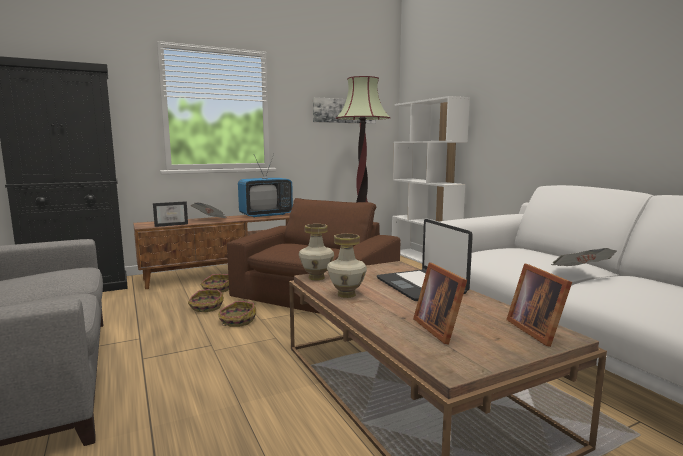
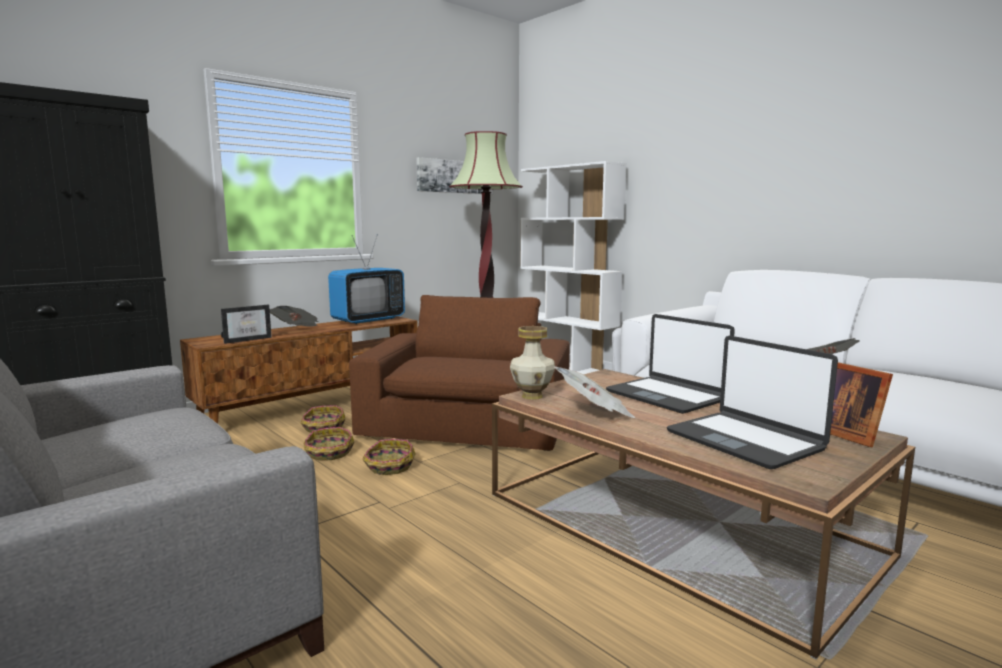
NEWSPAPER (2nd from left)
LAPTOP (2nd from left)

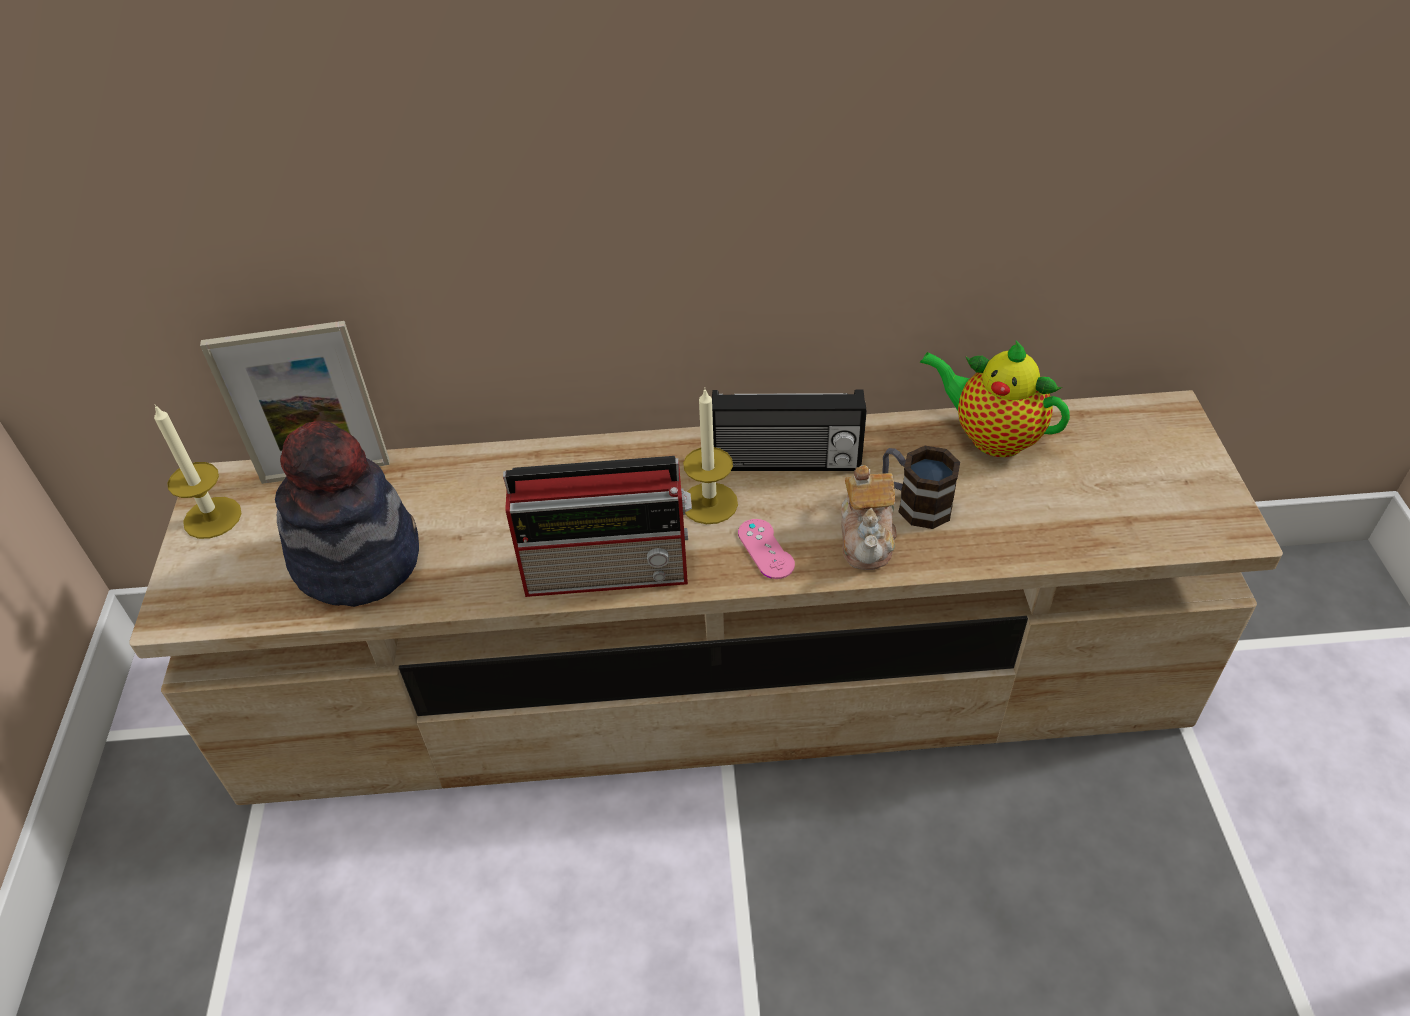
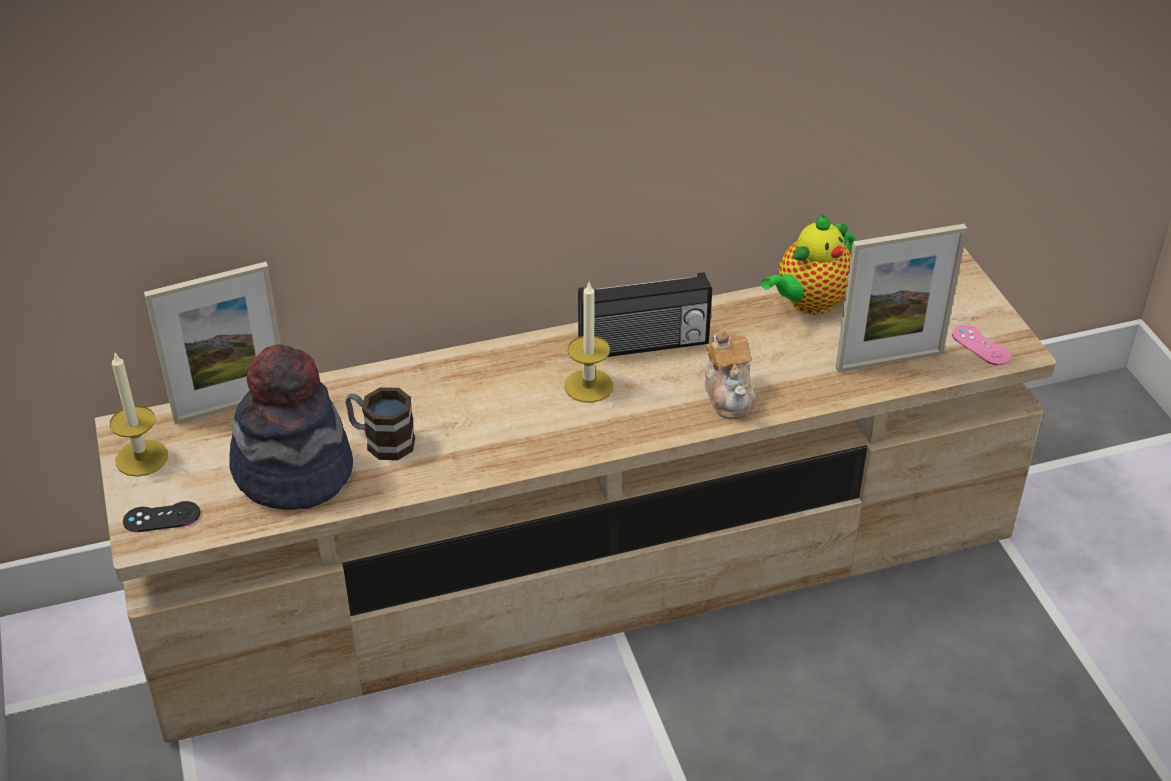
TEAPOT (2nd from left)
MUG
RADIO (1st from left in the first image)
PINK GAME CONTROLLER
PICTURE FRAME (2nd from left)
BLACK GAME CONTROLLER

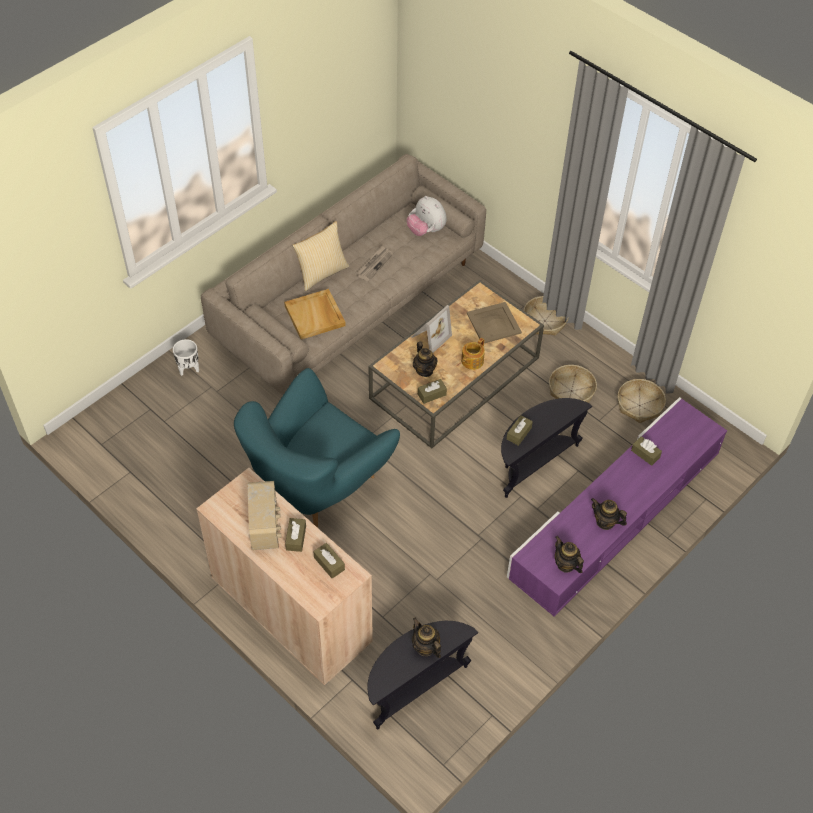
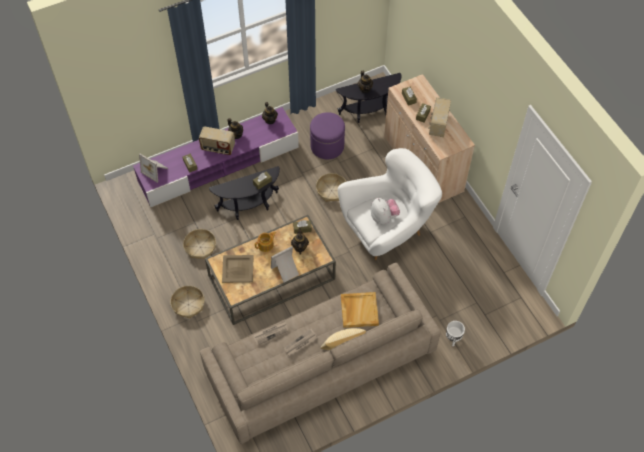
PLUSH TOY
WHITE ARMCHAIR
BASKET (3rd from left)
PURPLE OTTOMAN
RADIO (1st from left)
PICTURE FRAME (1st from left)
NEWSPAPER (1st from left)

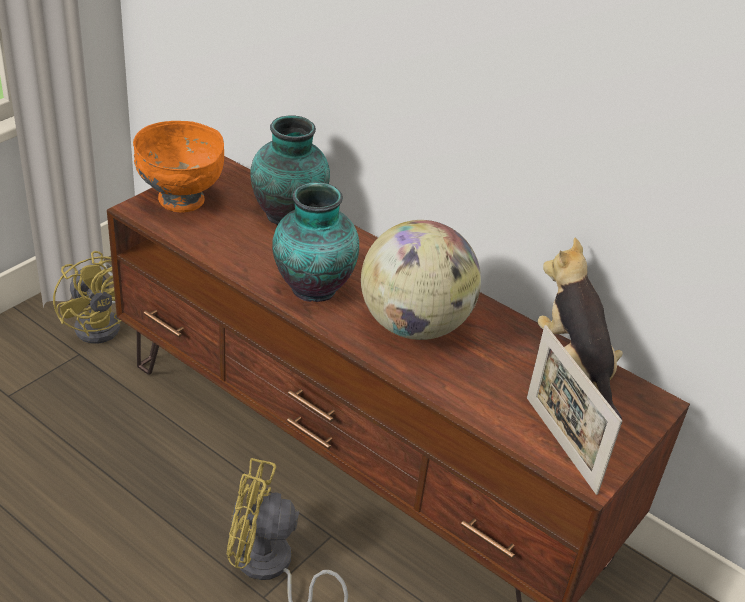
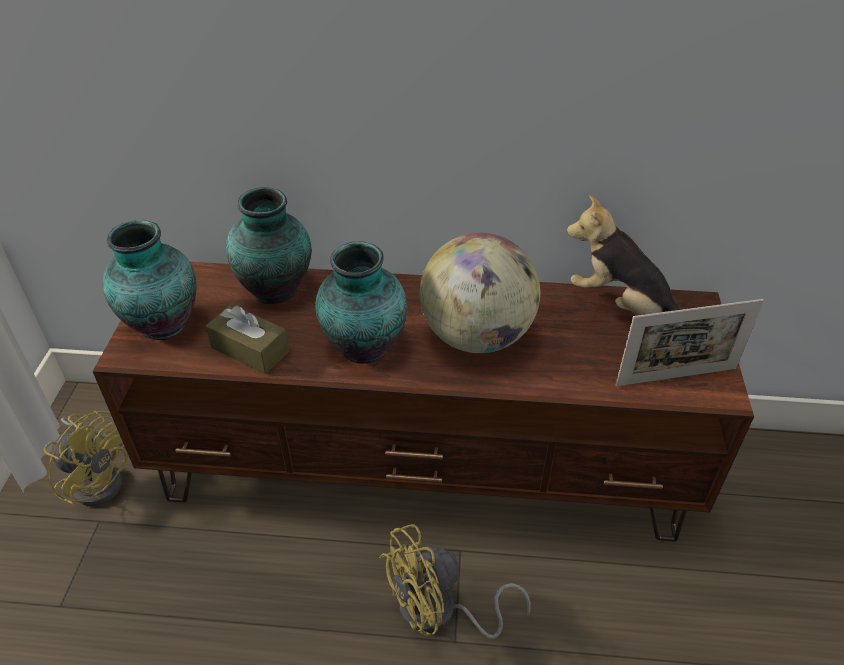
VASE (1st from left)
PICTURE FRAME
BROWN TISSUE BOX

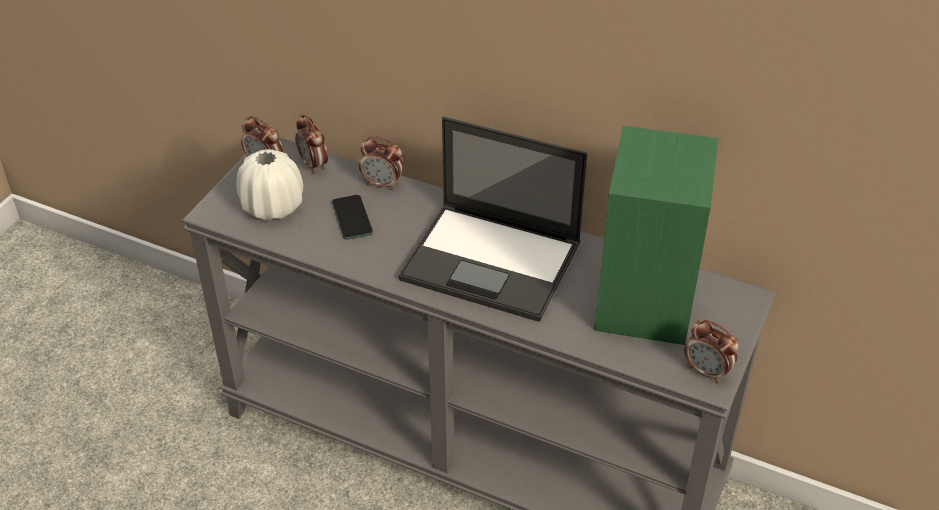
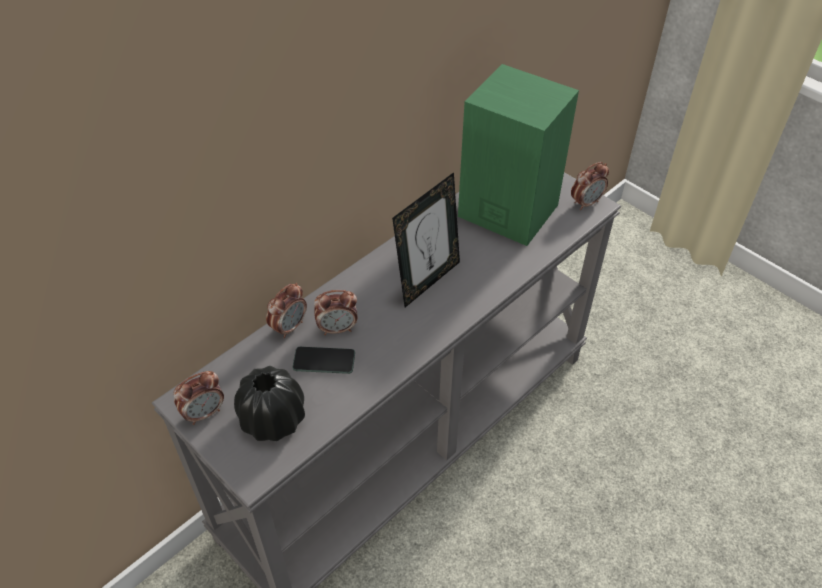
ALARM CLOCK (3rd from left)
PICTURE FRAME
BLACK VASE

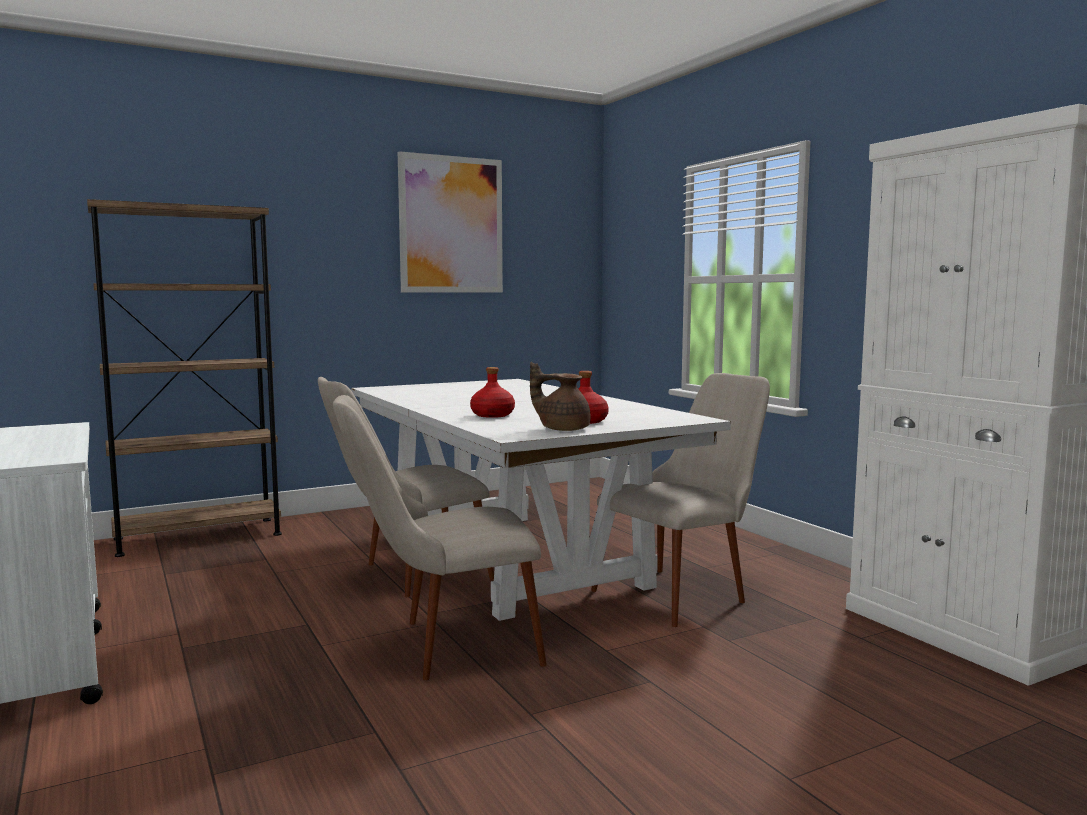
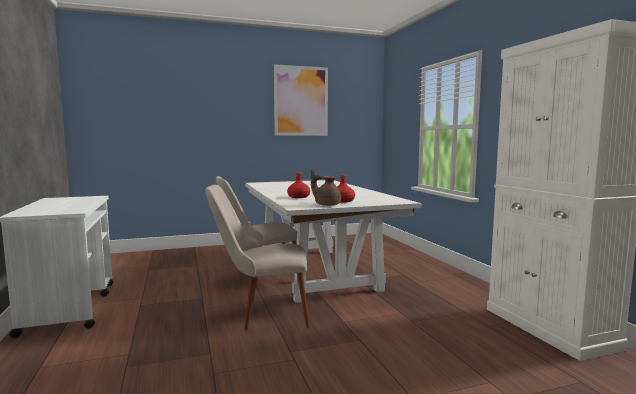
BROWN BOOKCASE
BEIGE CHAIR (3rd from left in the first image)

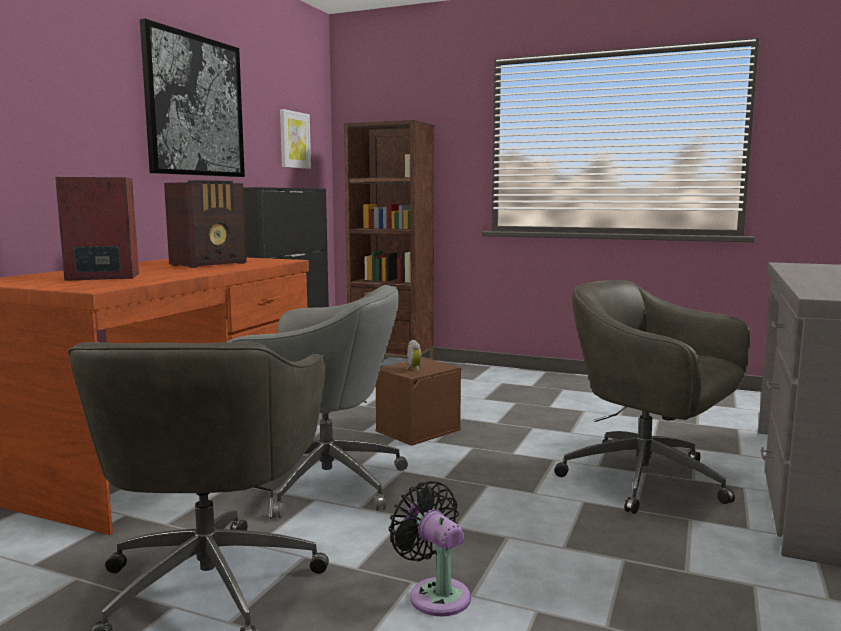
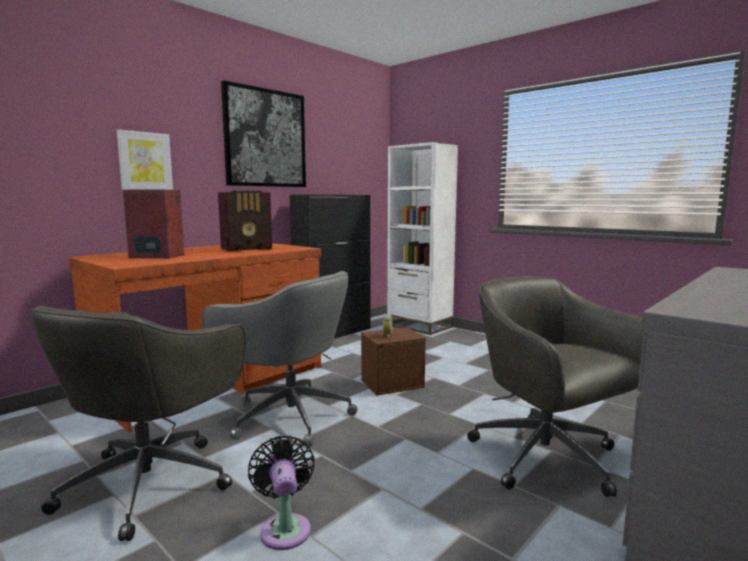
PICTURE (1st from left)
WHITE BOOKCASE

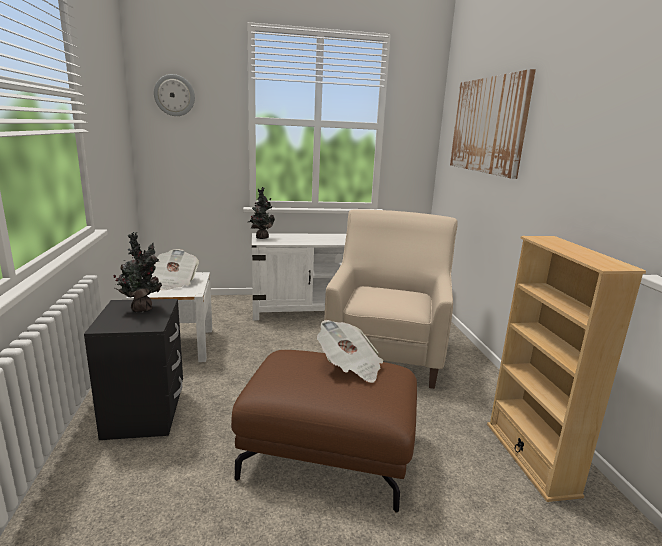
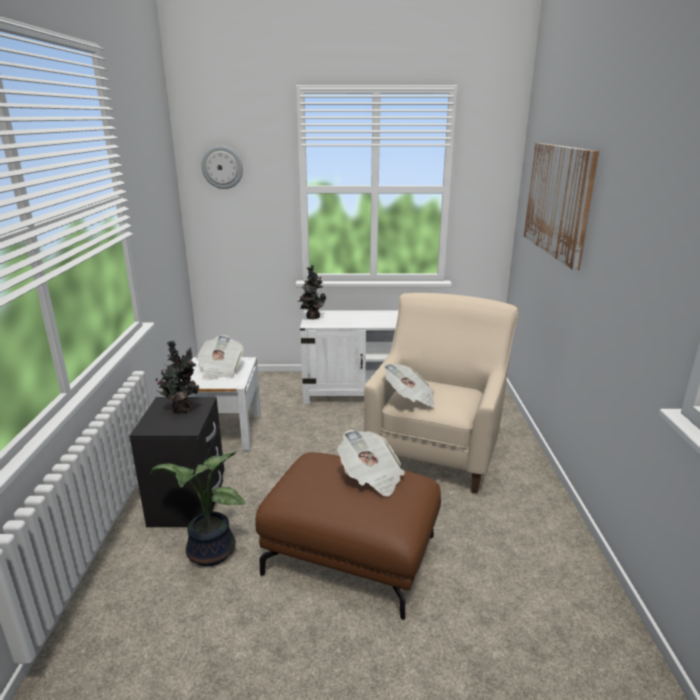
BEIGE BOOKCASE
NEWSPAPER (3rd from left)
POTTED PLANT (2nd from left)

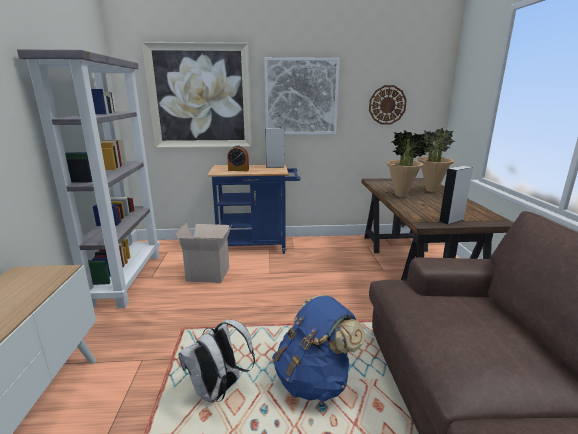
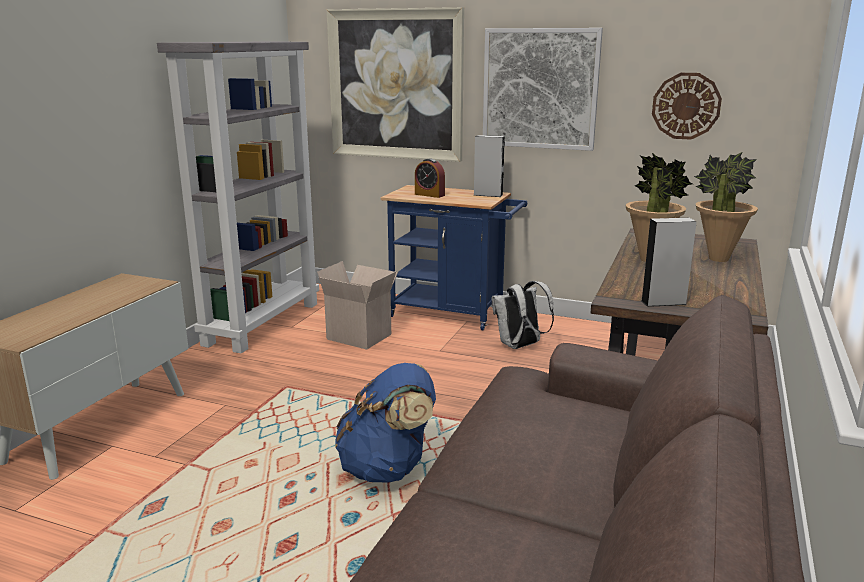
WHITE BACKPACK

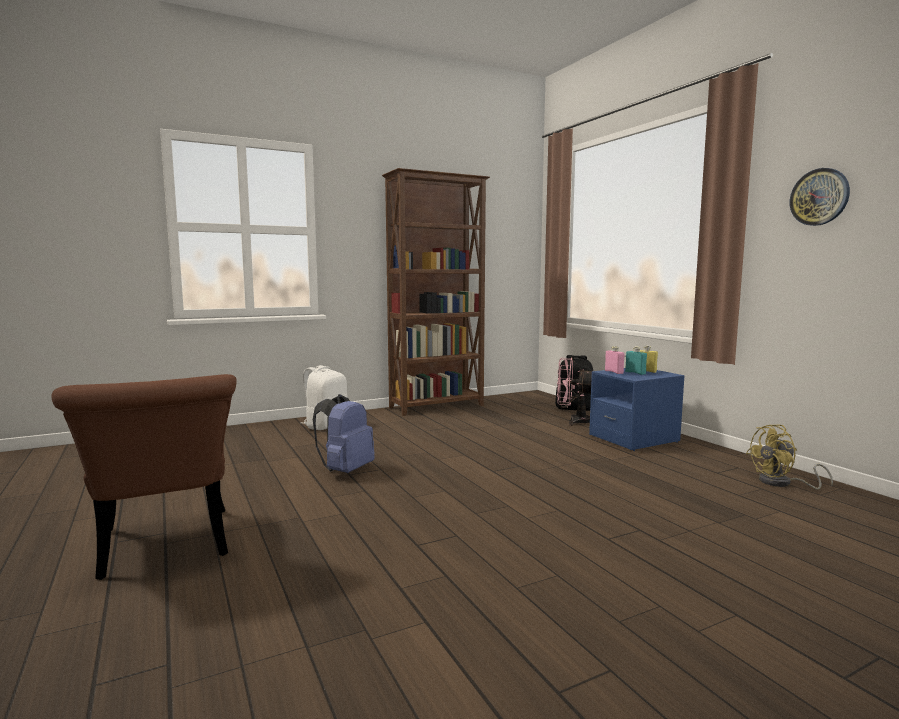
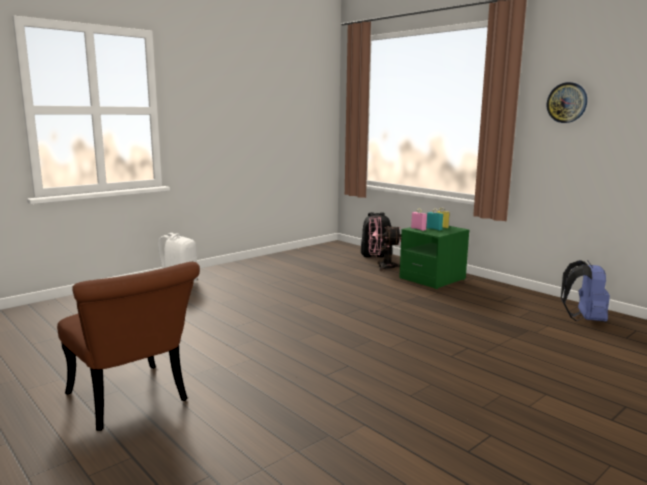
BROWN BOOKCASE
GREEN NIGHTSTAND
BLUE BACKPACK
YELLOW FAN

